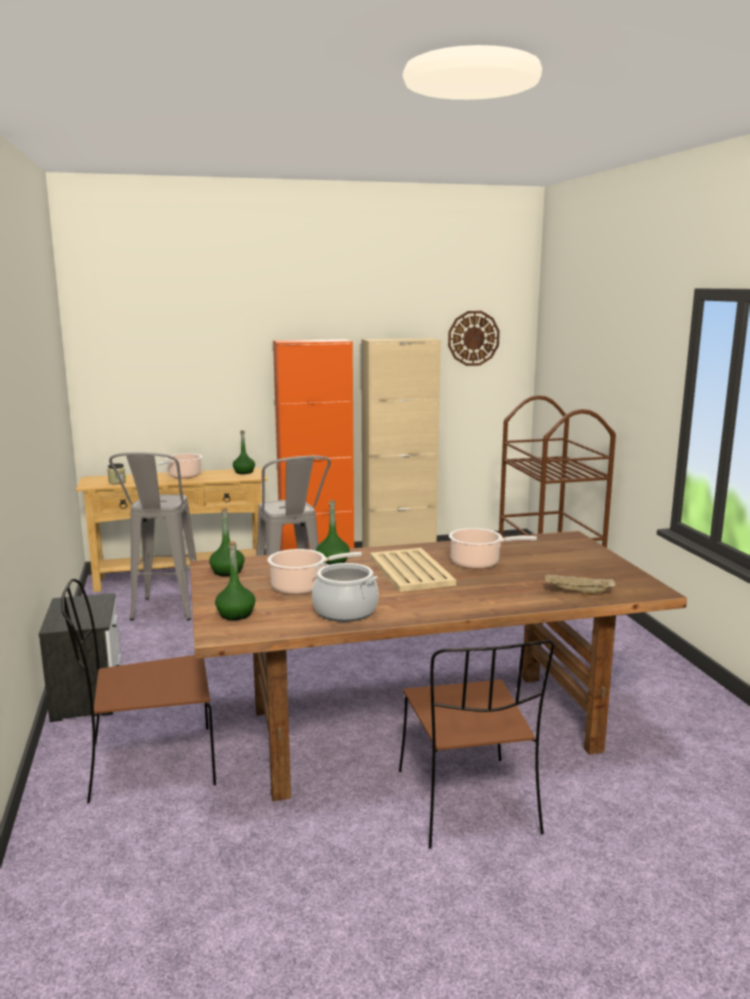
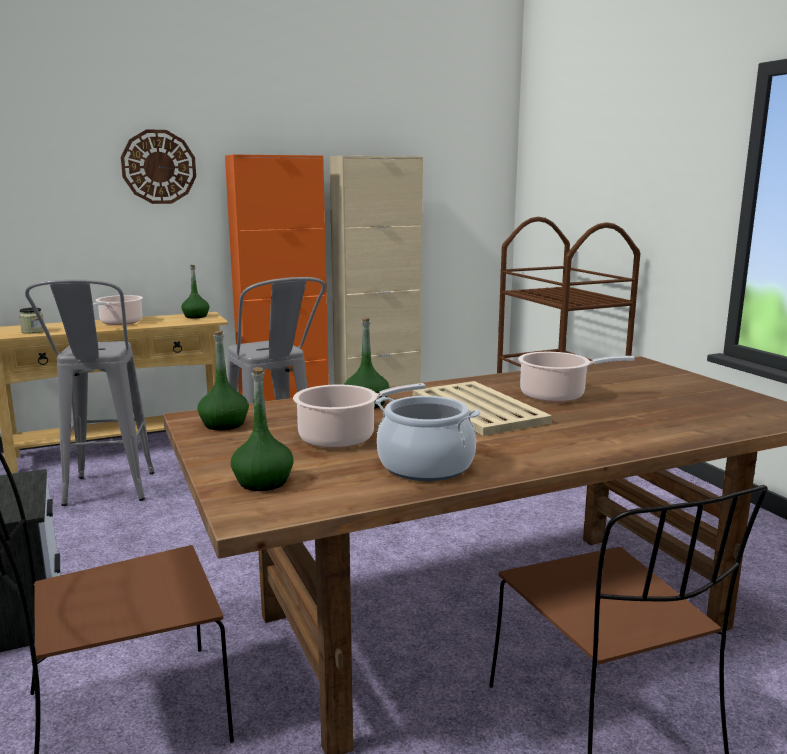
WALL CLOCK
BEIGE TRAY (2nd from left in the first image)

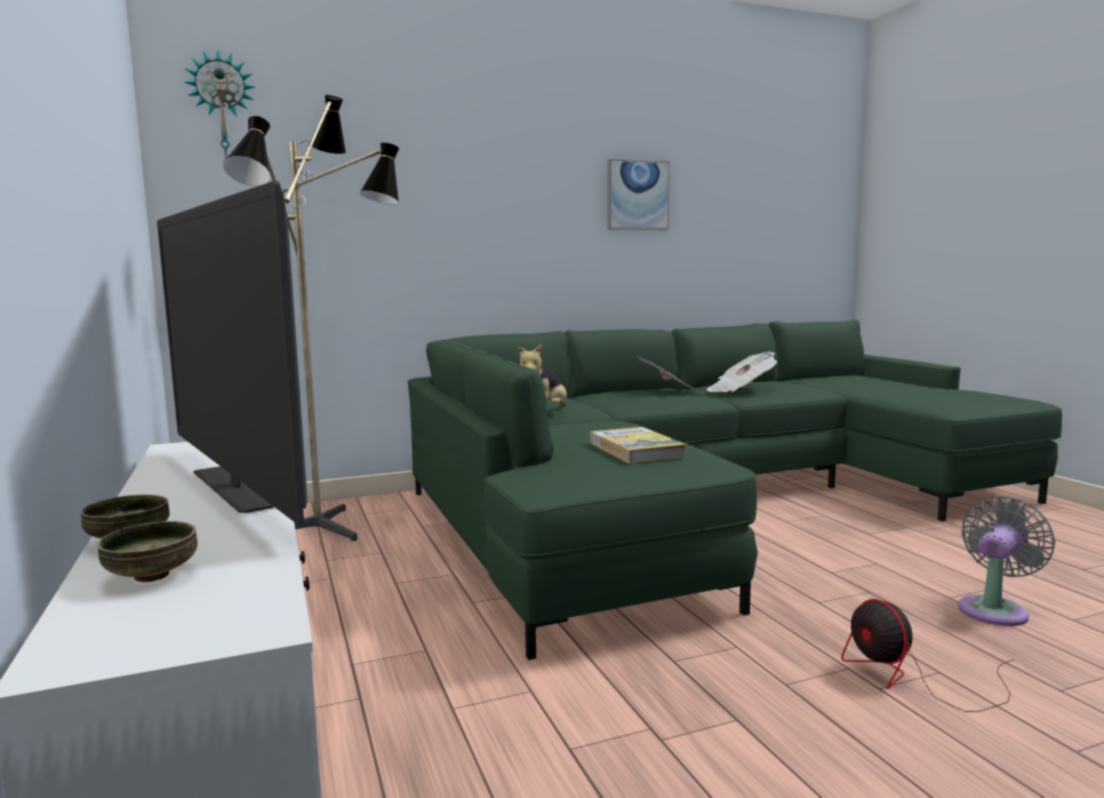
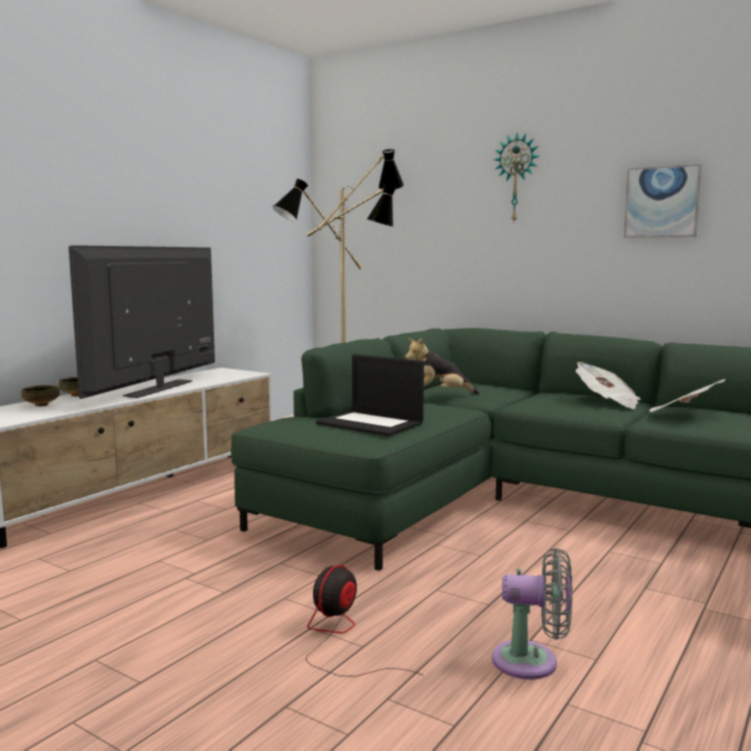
WALL CLOCK
LAPTOP

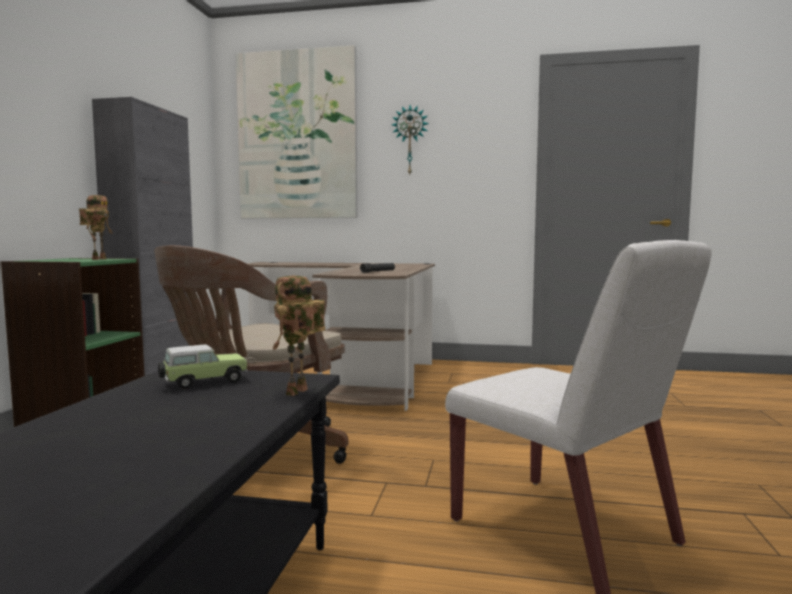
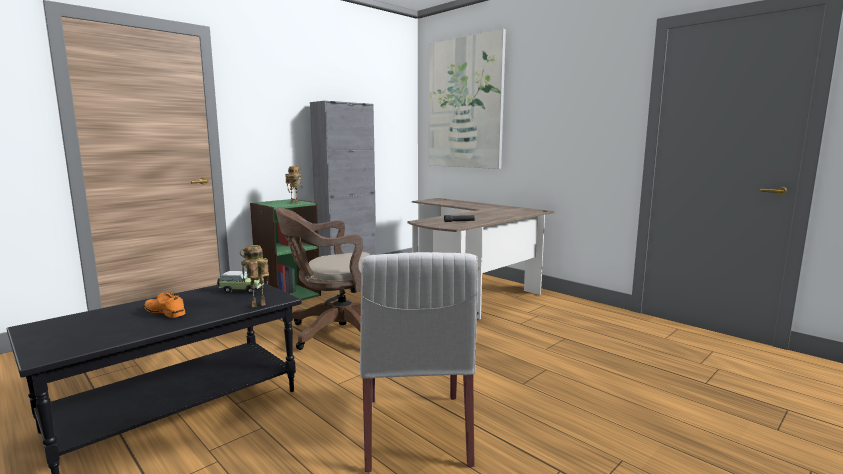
WALL CLOCK
ORANGE SHOE

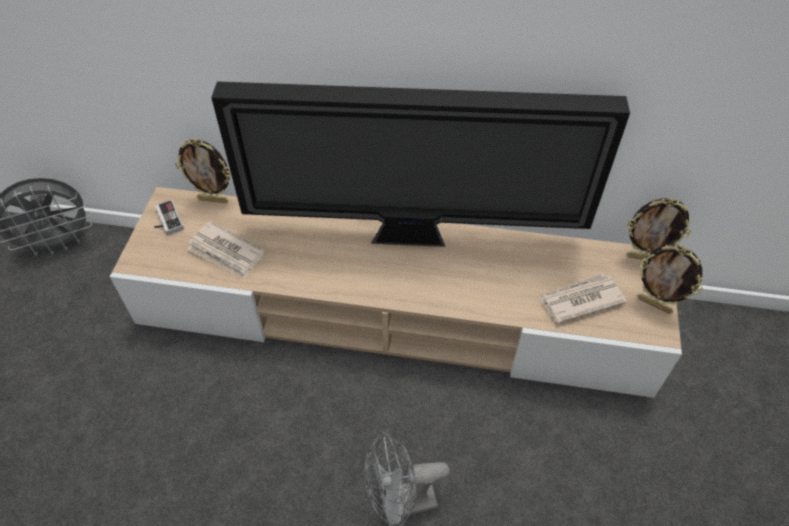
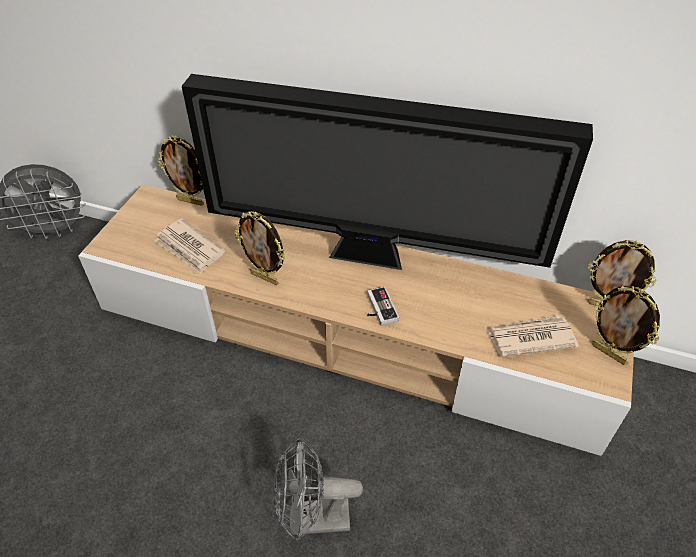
GAME CONTROLLER
PICTURE FRAME (2nd from left)

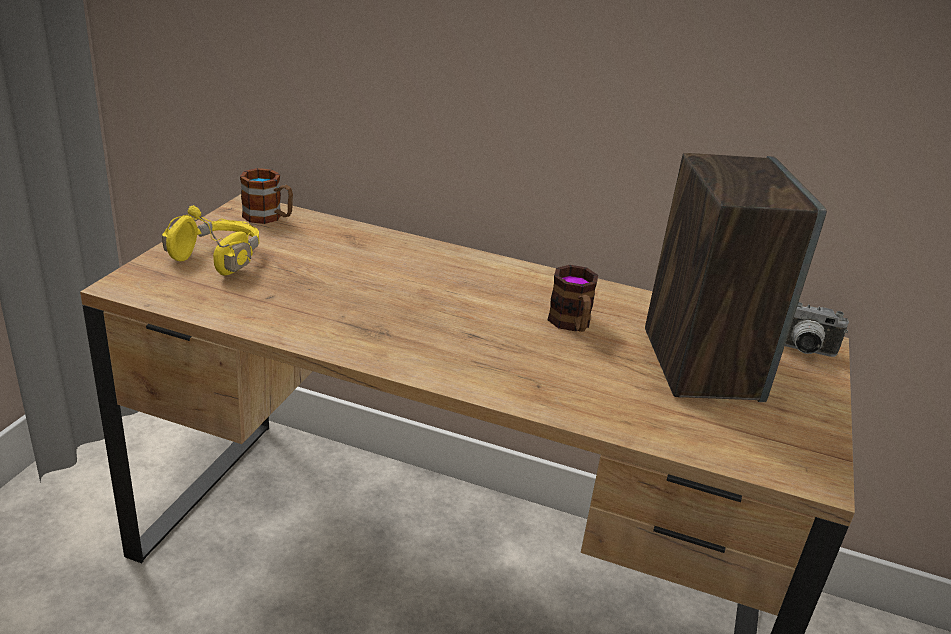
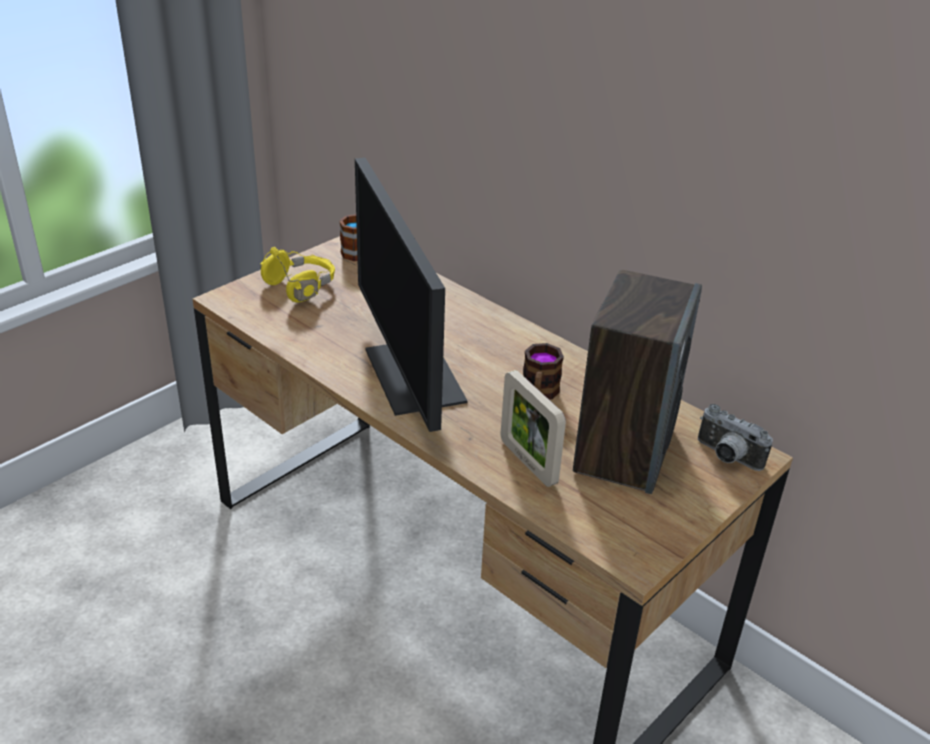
MONITOR
PICTURE FRAME

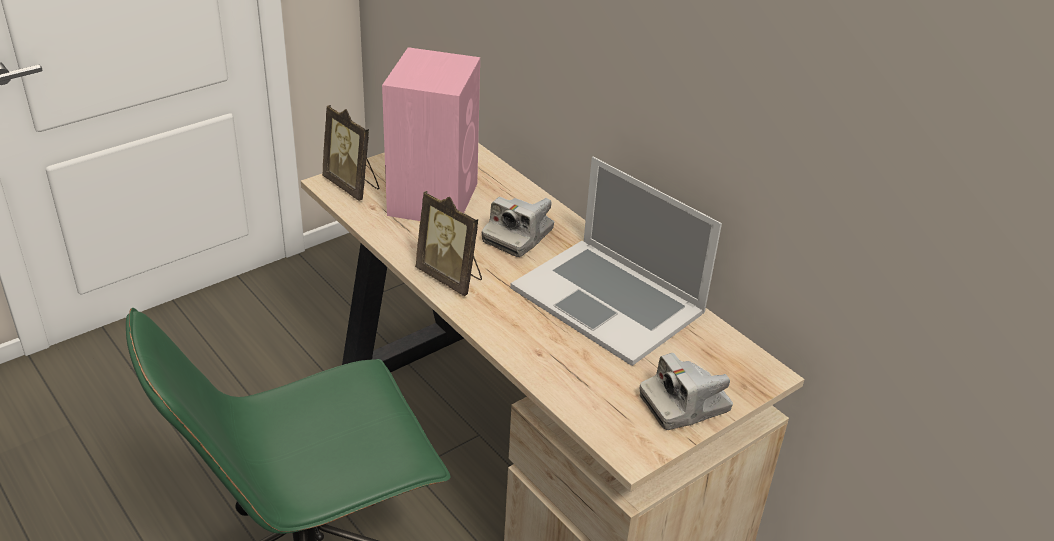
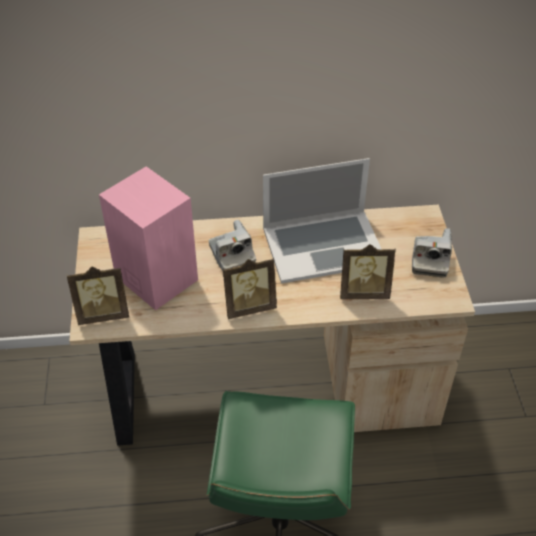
PICTURE FRAME (3rd from left)

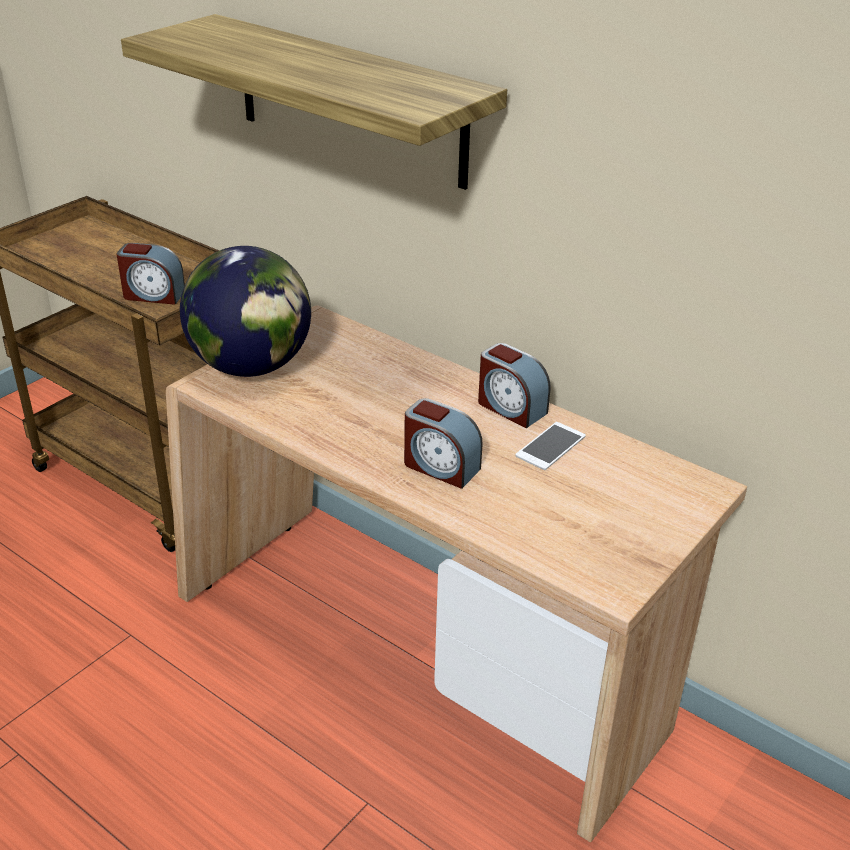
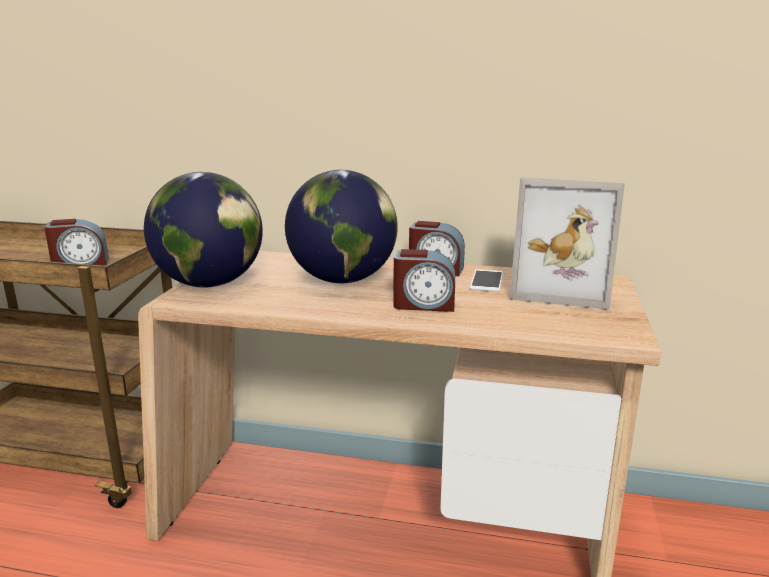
SHELF
GLOBE (2nd from left)
PICTURE FRAME

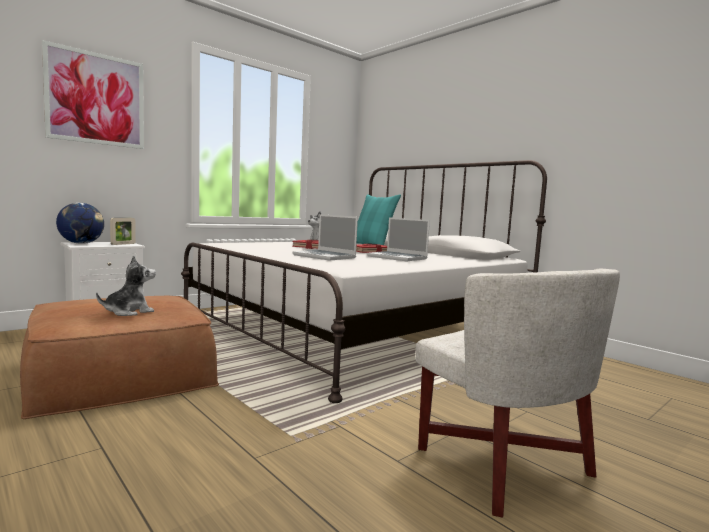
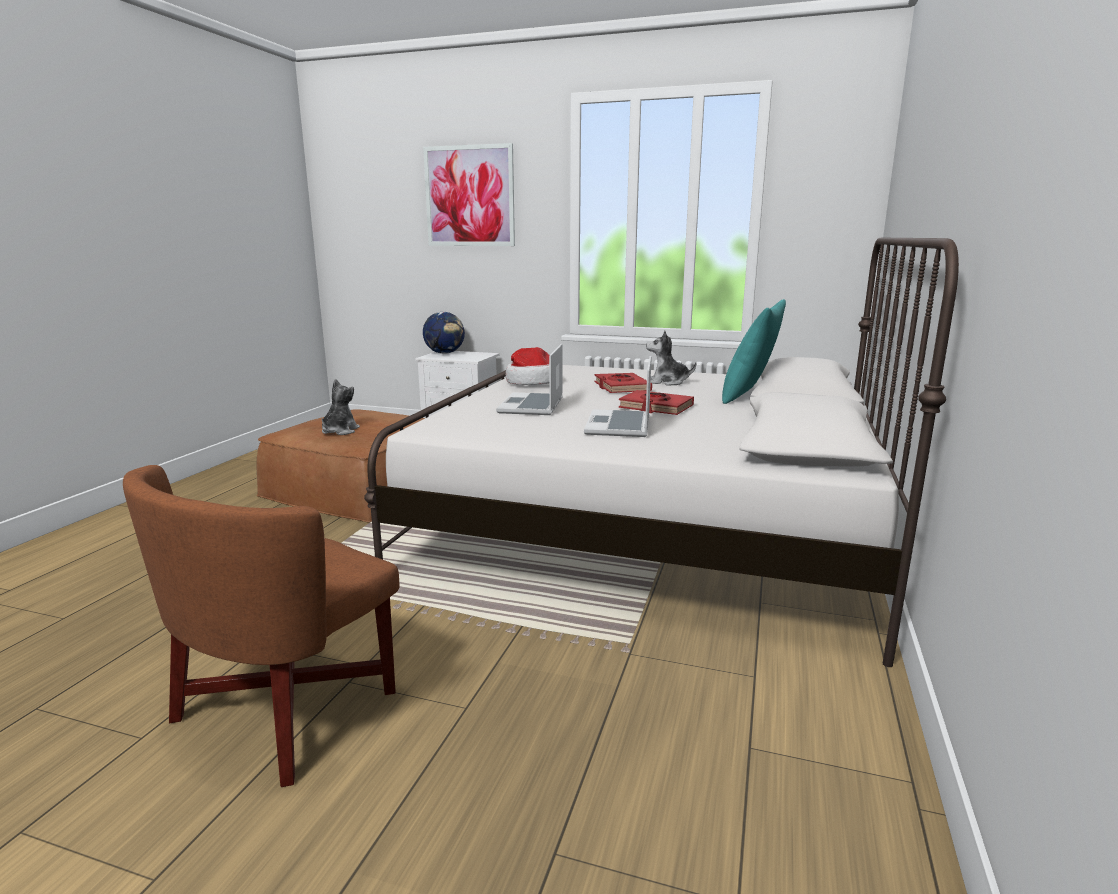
PICTURE FRAME
PLUSH TOY (1st from left)
BROWN ARMCHAIR
HAT

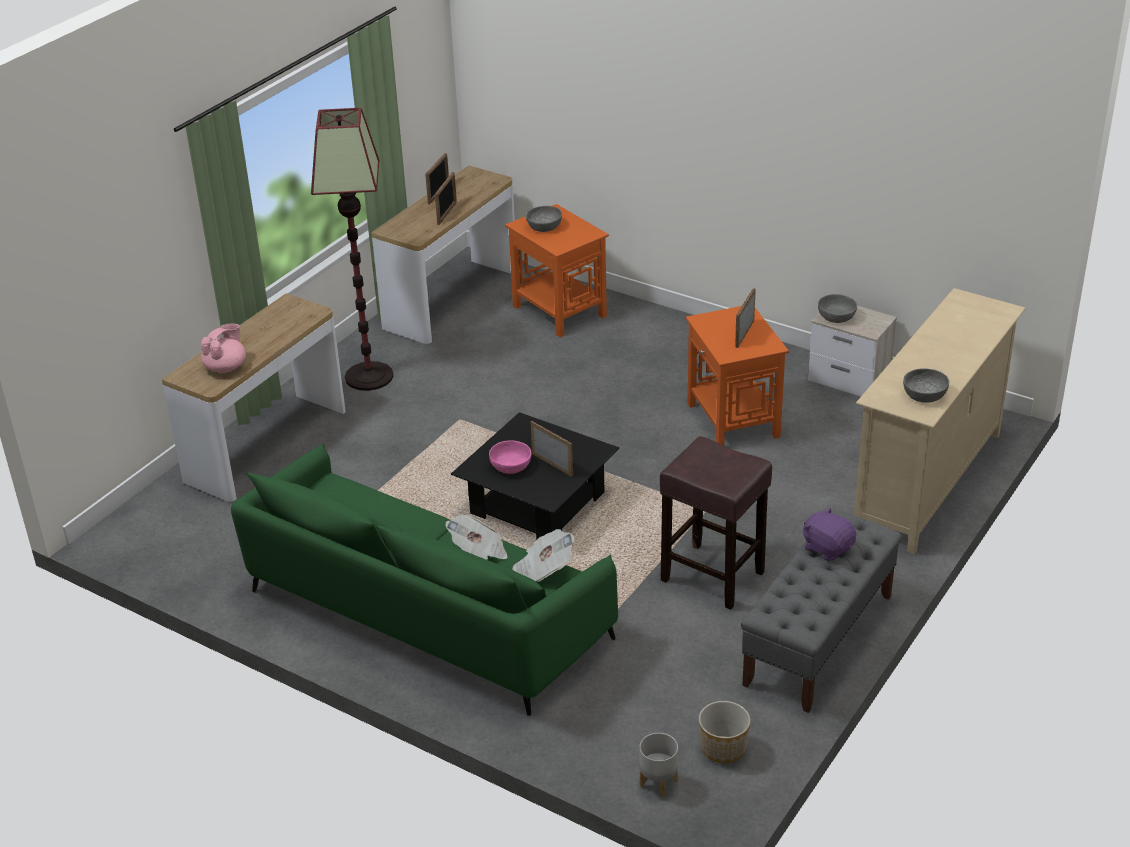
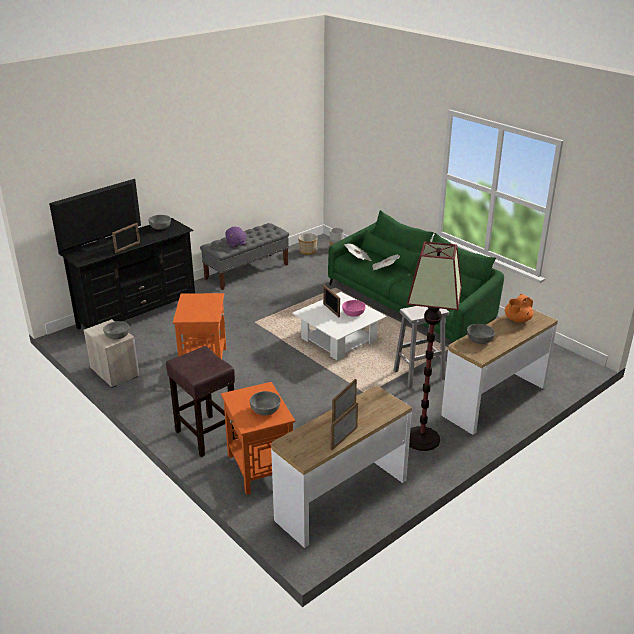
PICTURE FRAME (1st from left)
BLACK TV STAND
ORANGE TEAPOT
WHITE COFFEE TABLE
BROWN STOOL
TELEVISION
WHITE STOOL
GREY BOWL (4th from left)

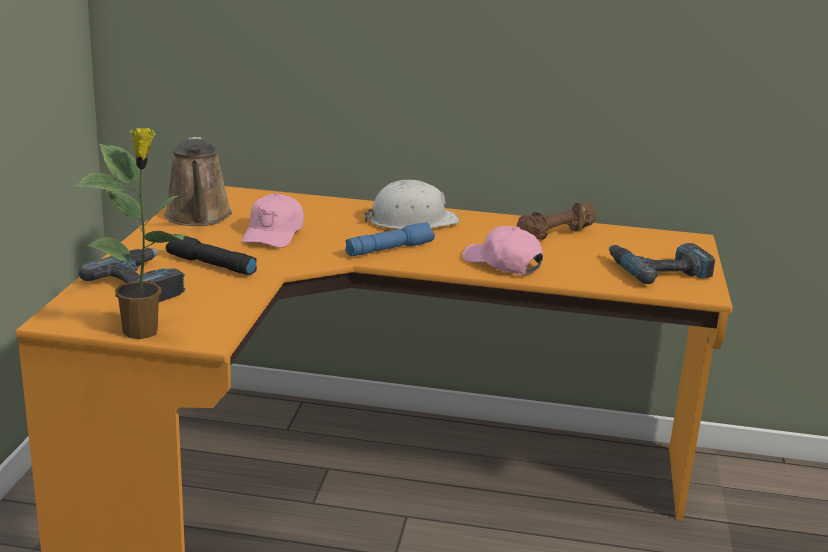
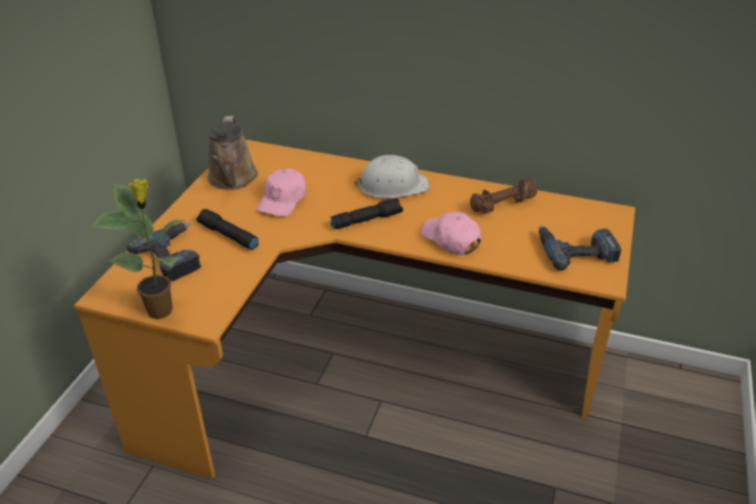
BLACK FLASHLIGHT (2nd from left)

